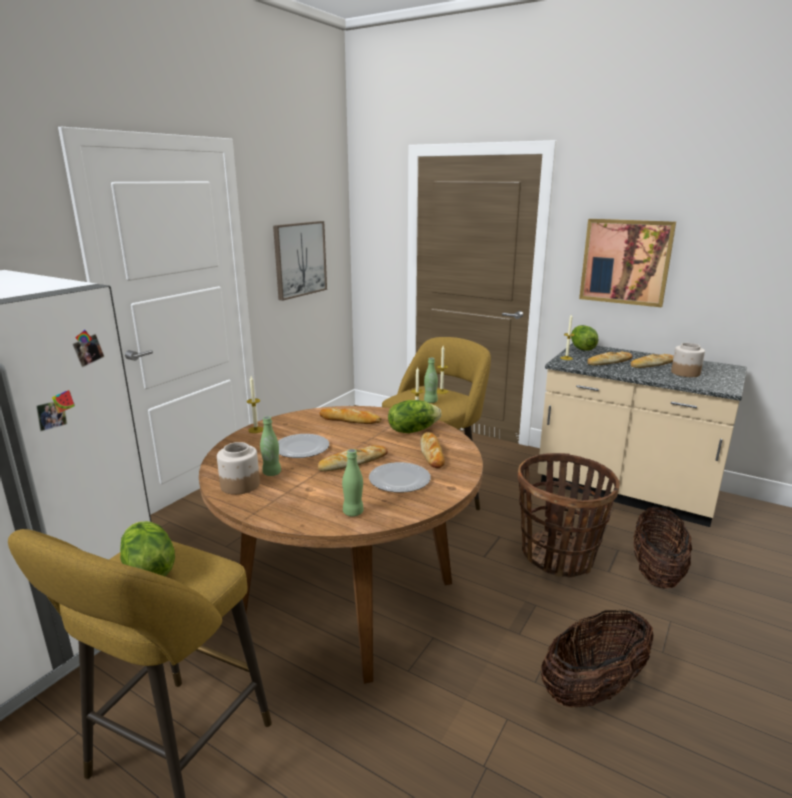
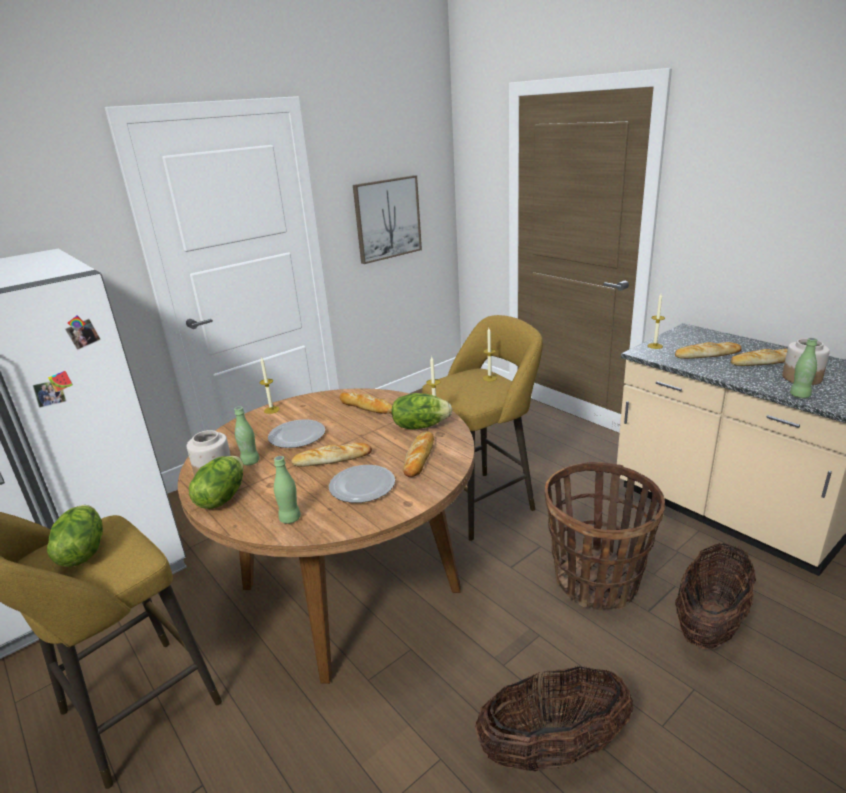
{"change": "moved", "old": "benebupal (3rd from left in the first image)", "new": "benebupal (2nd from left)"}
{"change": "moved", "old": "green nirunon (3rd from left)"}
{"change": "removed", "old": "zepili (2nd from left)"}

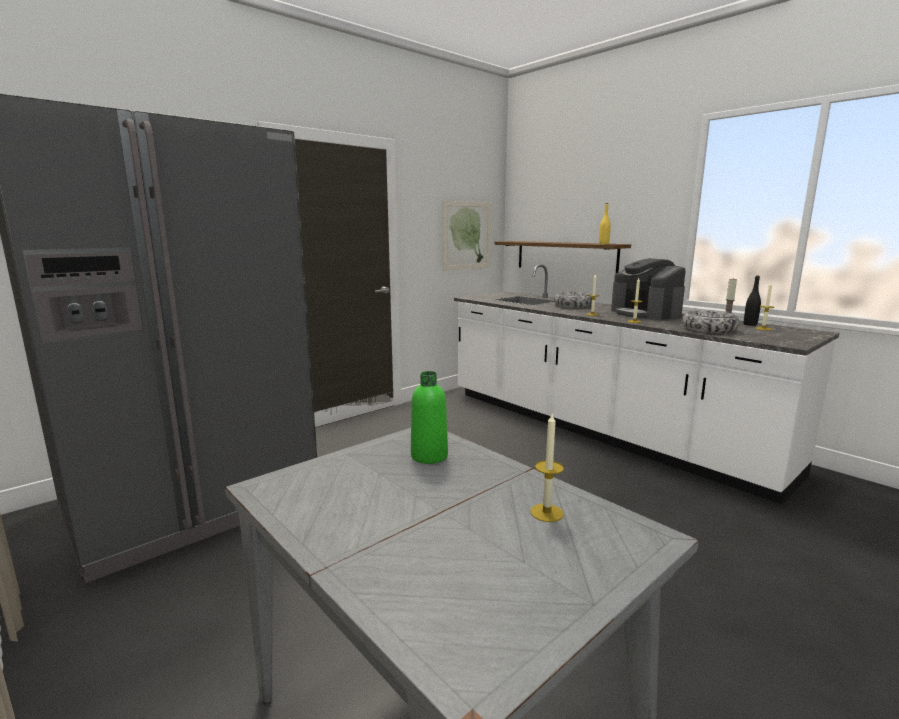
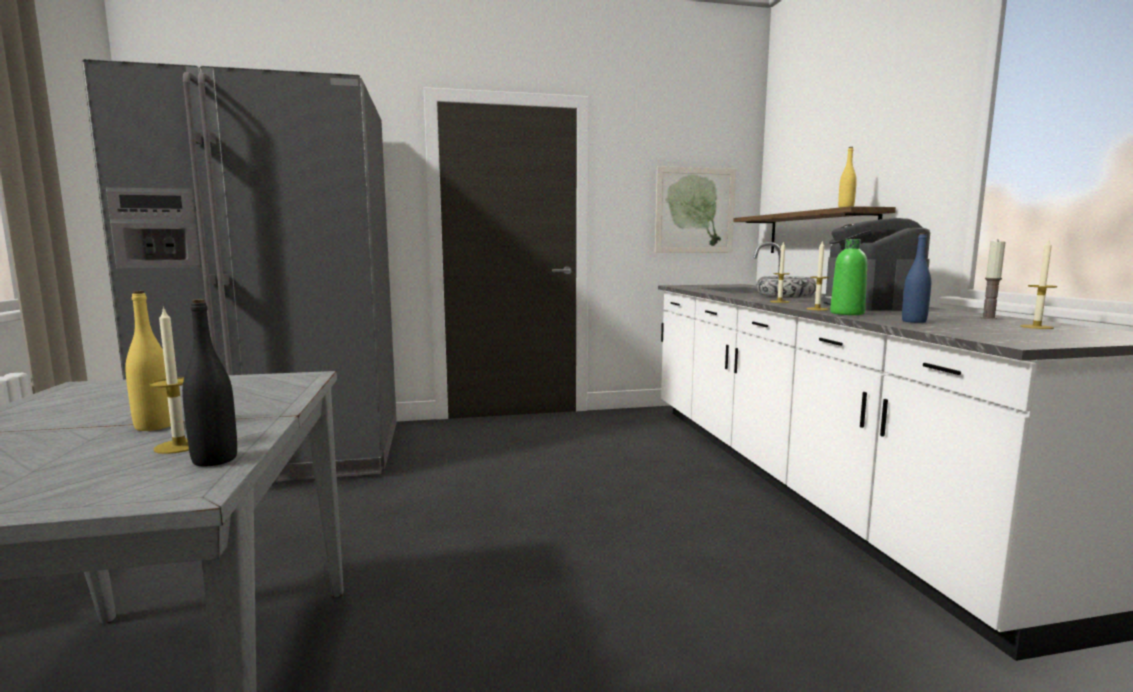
{"change": "added", "new": "yellow nirunon (1st from left)"}
{"change": "moved", "old": "black nirunon"}
{"change": "moved", "old": "green nirunon"}
{"change": "replaced", "old": "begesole (2nd from left)", "new": "blue nirunon"}

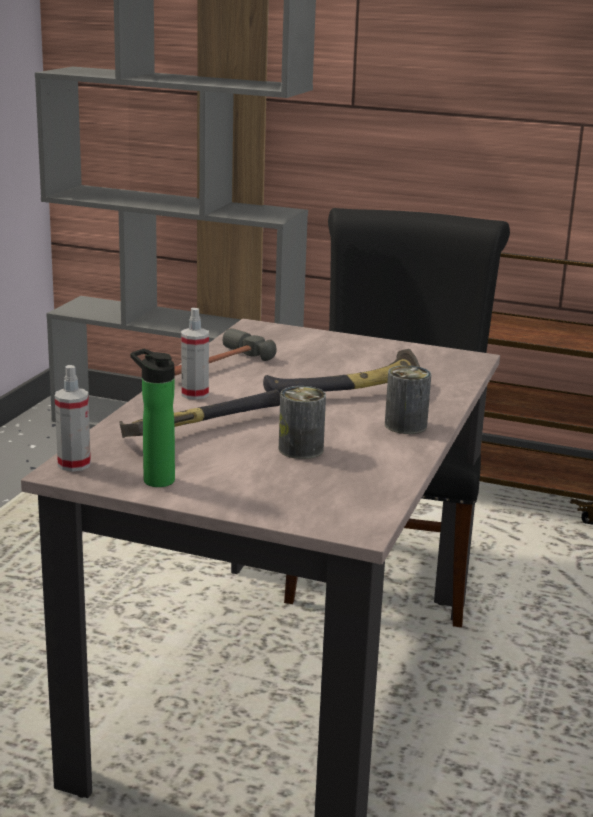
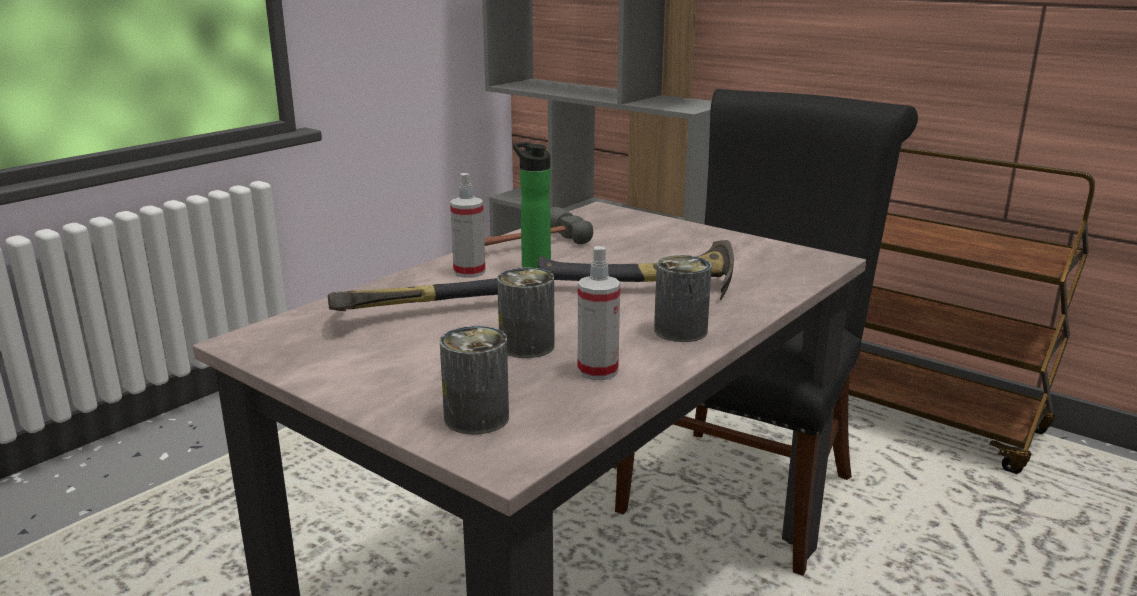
{"change": "added", "new": "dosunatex (1st from left)"}
{"change": "moved", "old": "nirunon"}
{"change": "moved", "old": "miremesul (1st from left in the first image)", "new": "miremesul (2nd from left)"}

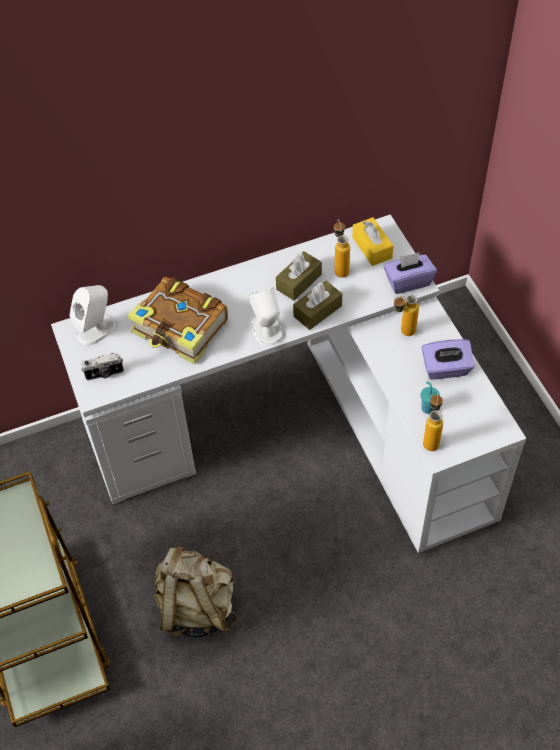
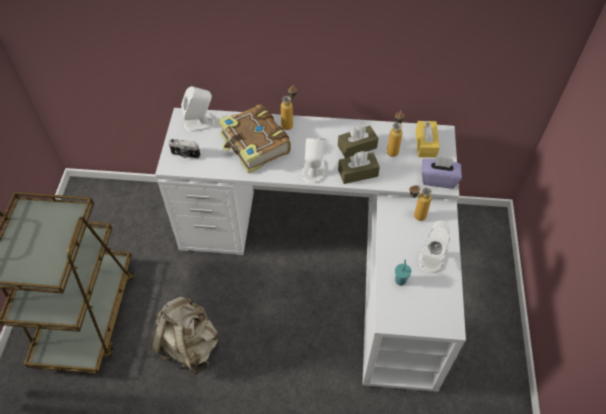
{"change": "moved", "old": "nirunon (3rd from left in the first image)", "new": "nirunon (1st from left)"}
{"change": "replaced", "old": "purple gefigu (2nd from left)", "new": "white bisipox (3rd from left)"}

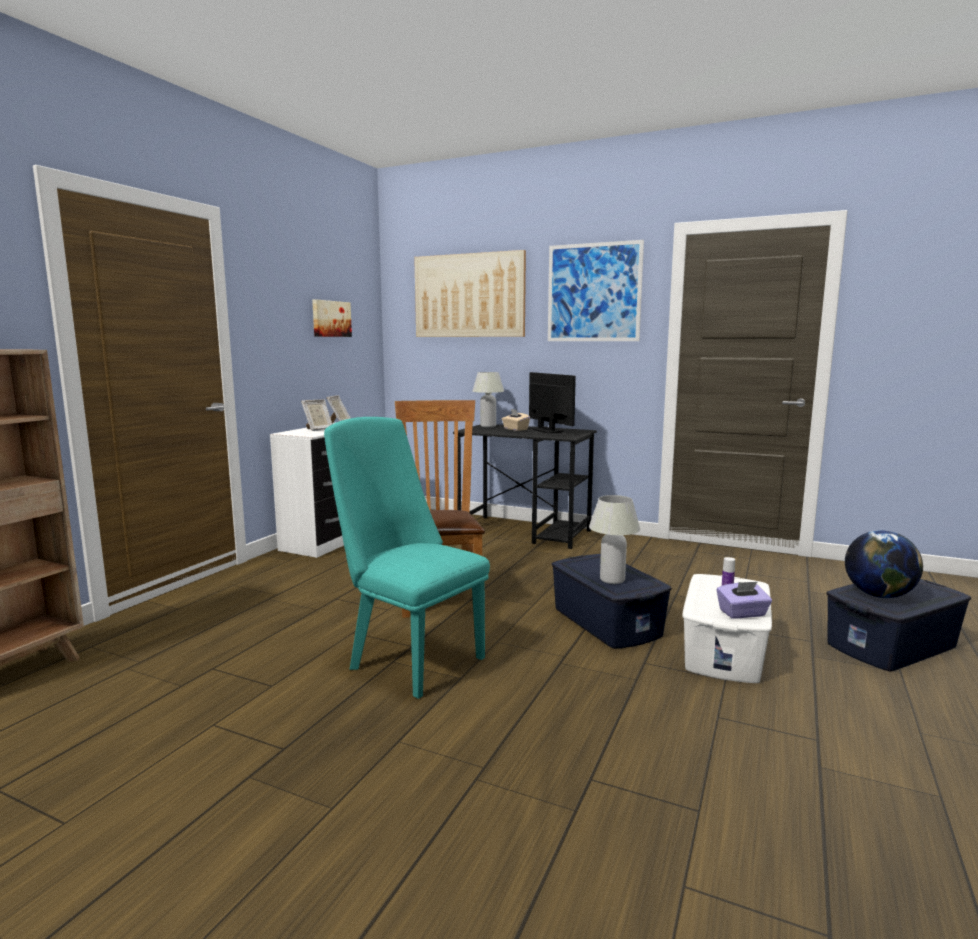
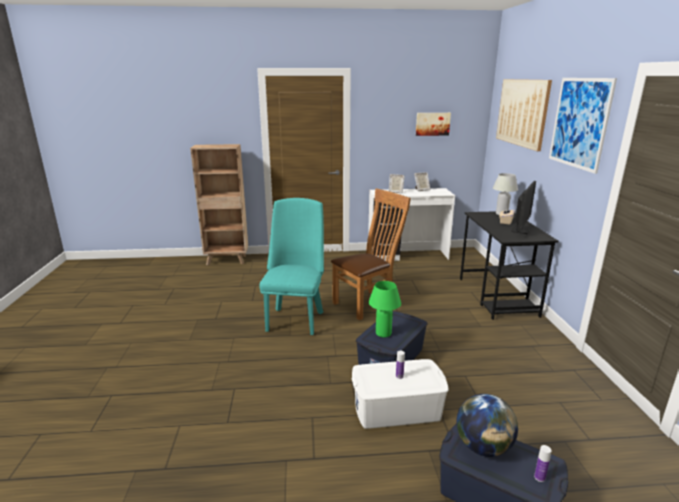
{"change": "recoloured", "old": "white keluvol (2nd from left)", "new": "green keluvol"}
{"change": "added", "new": "nirunon (2nd from left)"}
{"change": "removed", "old": "purple gefigu"}

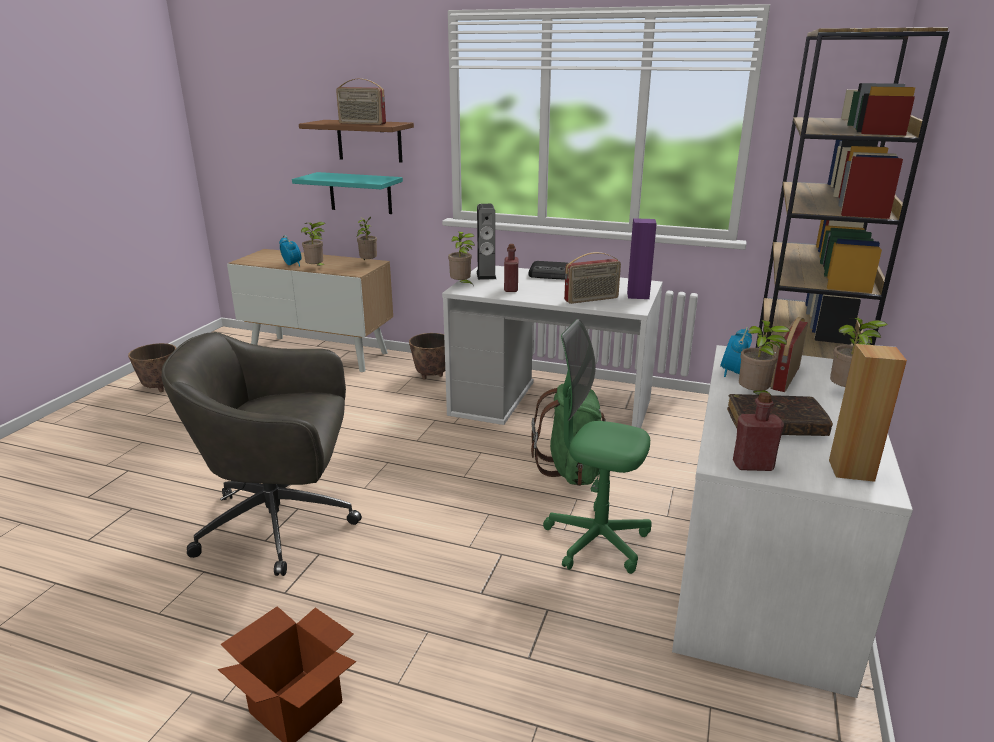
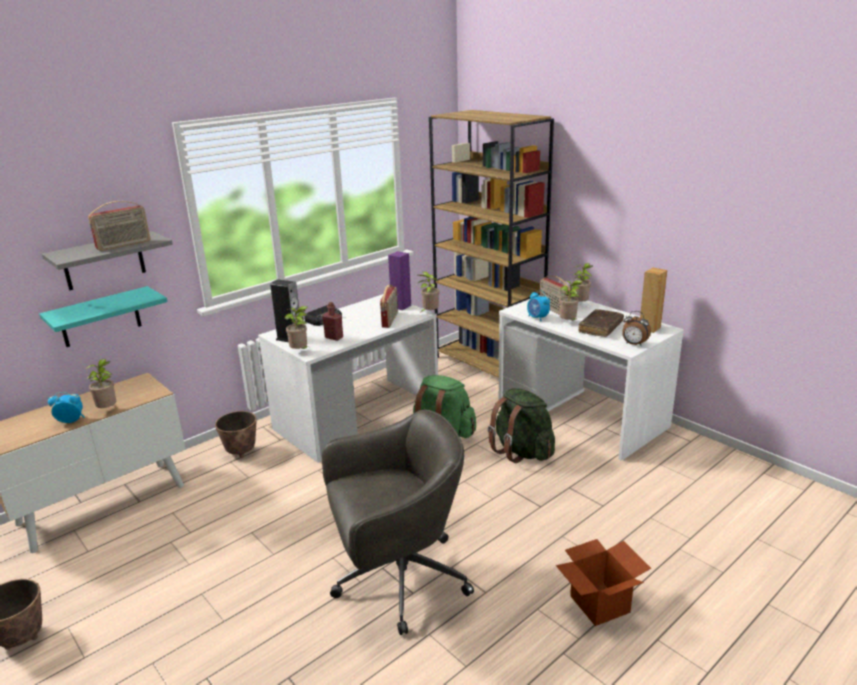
{"change": "recoloured", "old": "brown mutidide", "new": "grey mutidide"}
{"change": "turned", "old": "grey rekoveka", "degrees": -135}
{"change": "moved", "old": "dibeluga (2nd from left in the first image)", "new": "dibeluga (3rd from left)"}
{"change": "replaced", "old": "green rekoveka", "new": "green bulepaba (2nd from left)"}
{"change": "replaced", "old": "red nirunon (2nd from left)", "new": "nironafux (3rd from left)"}

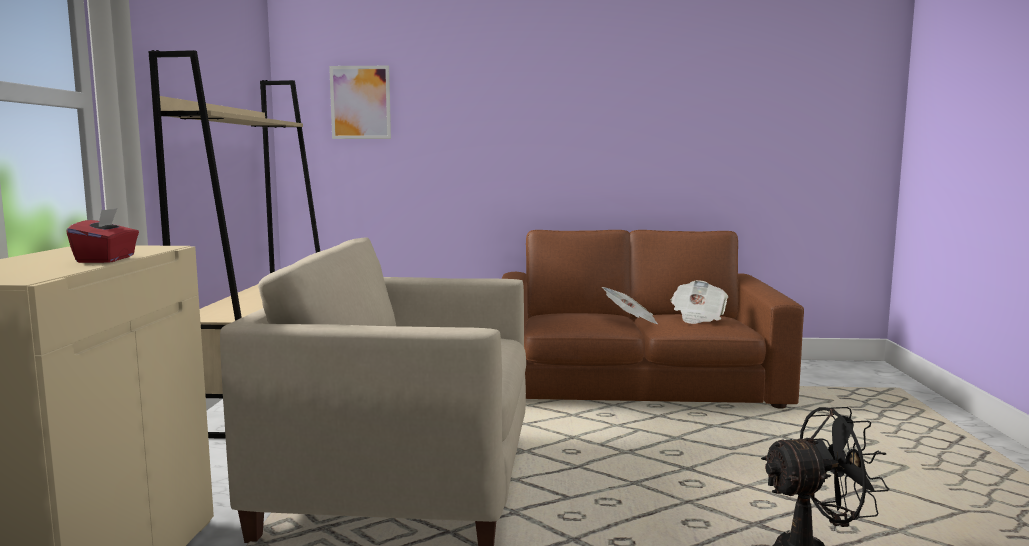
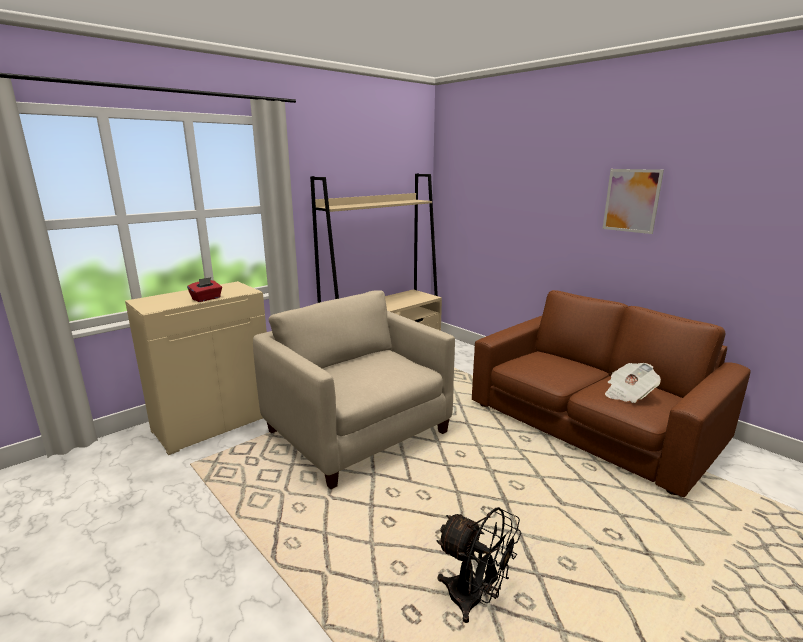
{"change": "moved", "old": "zepili"}
{"change": "removed", "old": "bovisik (1st from left)"}

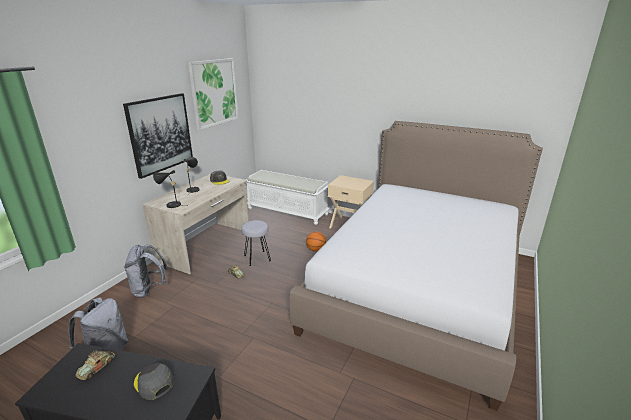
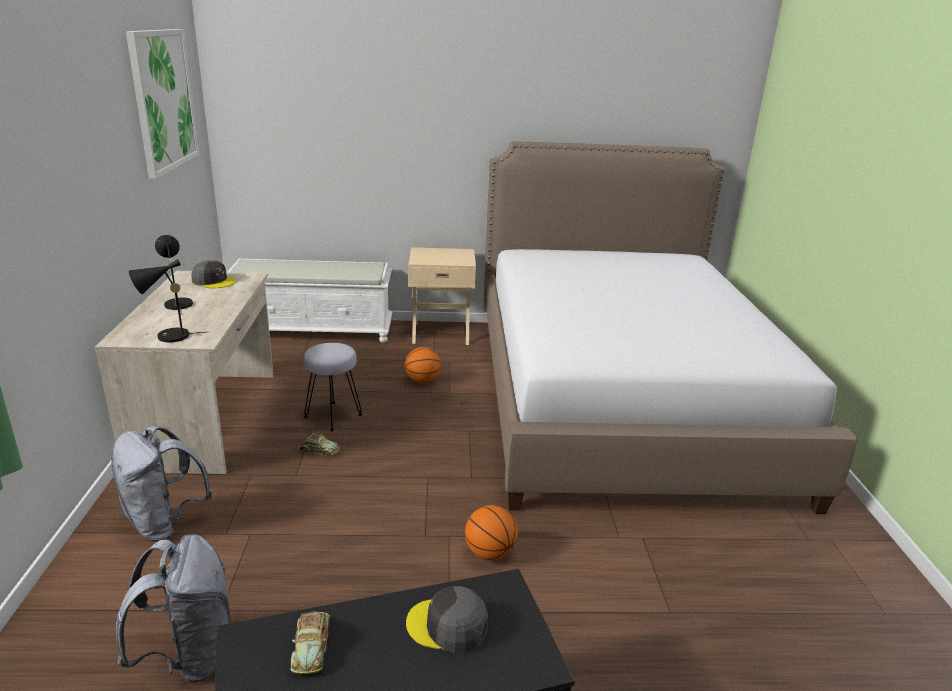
{"change": "added", "new": "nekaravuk (2nd from left)"}
{"change": "removed", "old": "zepili (1st from left)"}

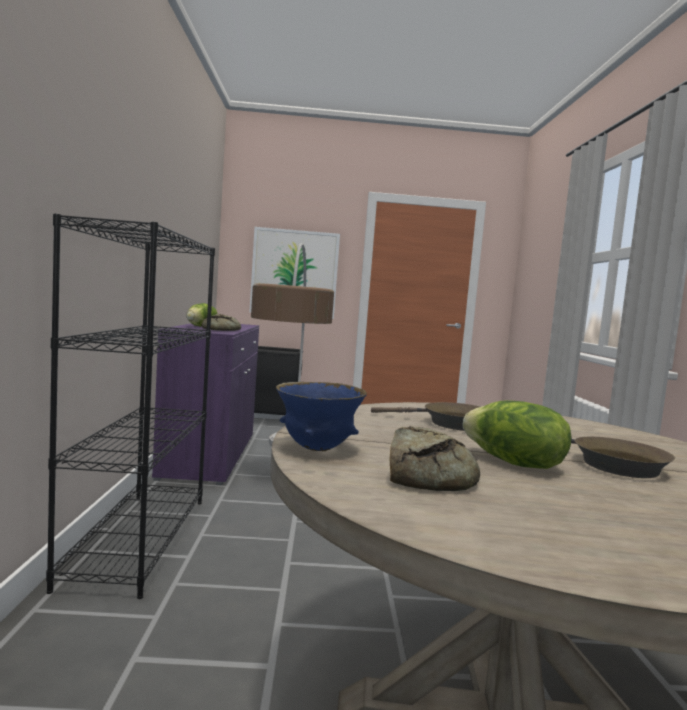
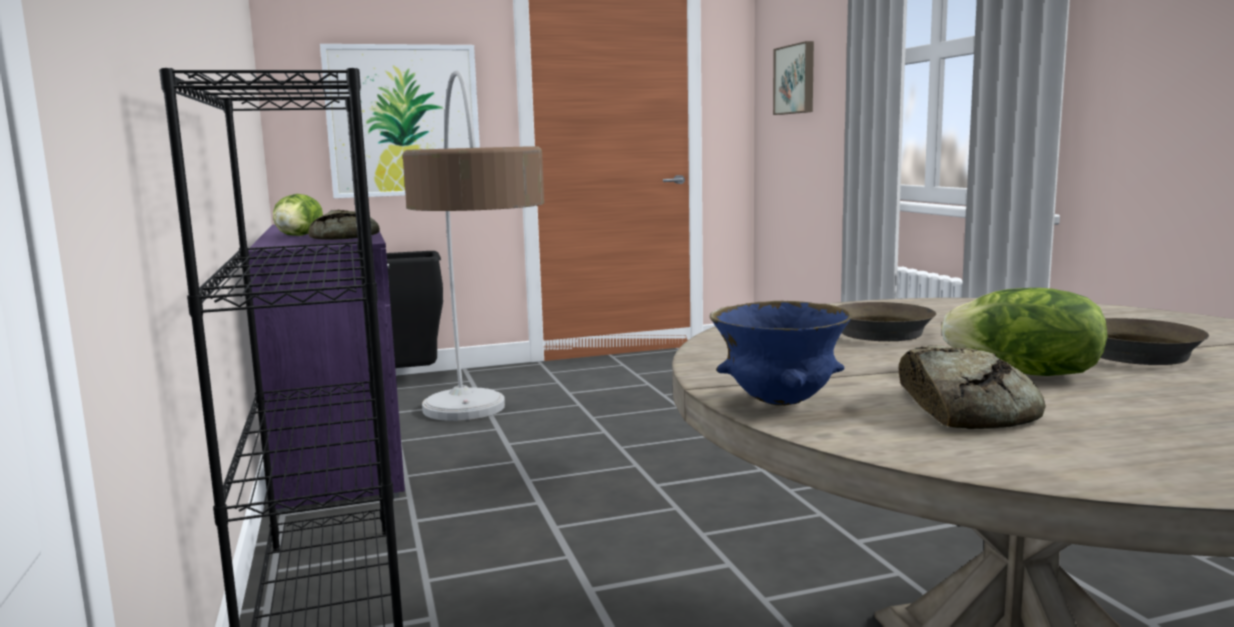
{"change": "added", "new": "zepili (2nd from left)"}

